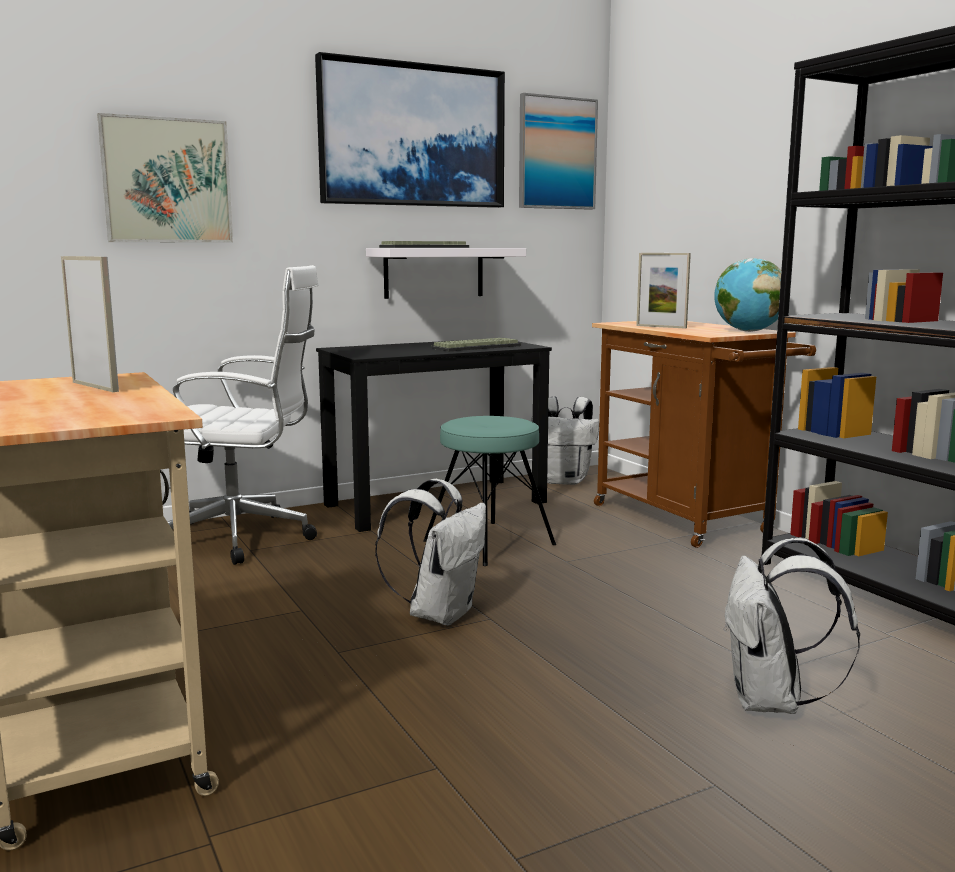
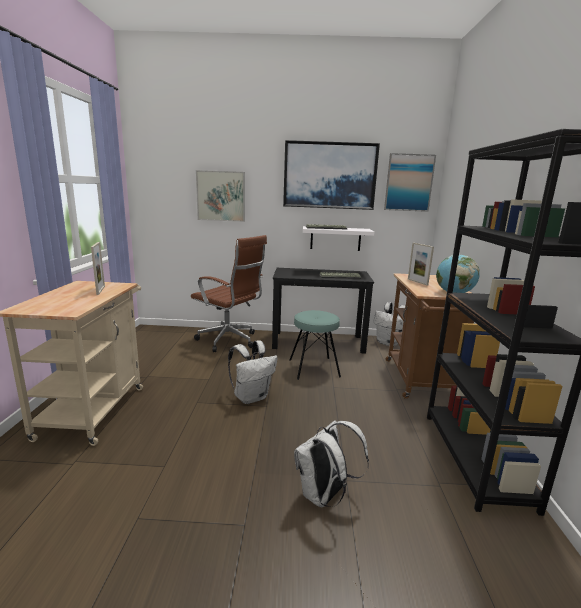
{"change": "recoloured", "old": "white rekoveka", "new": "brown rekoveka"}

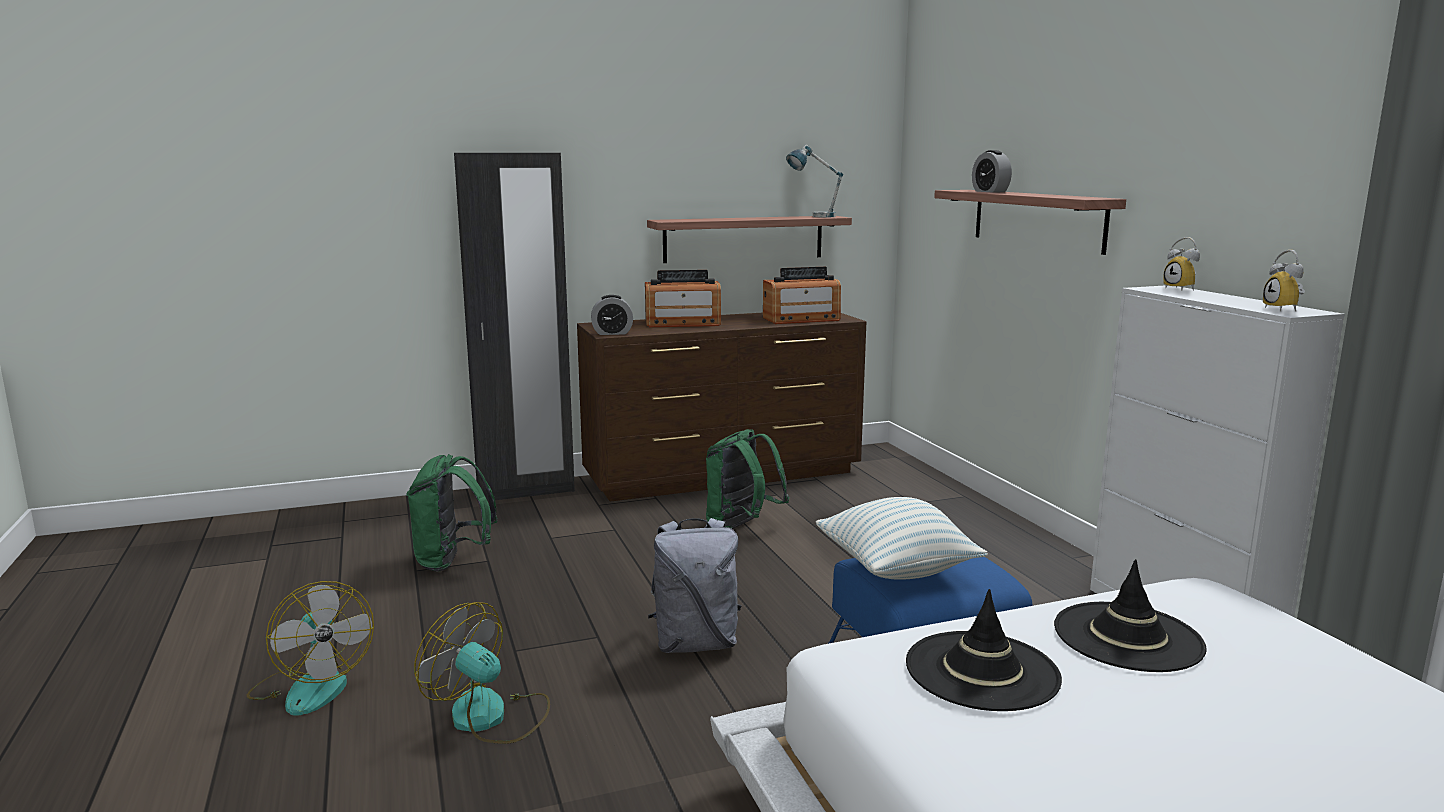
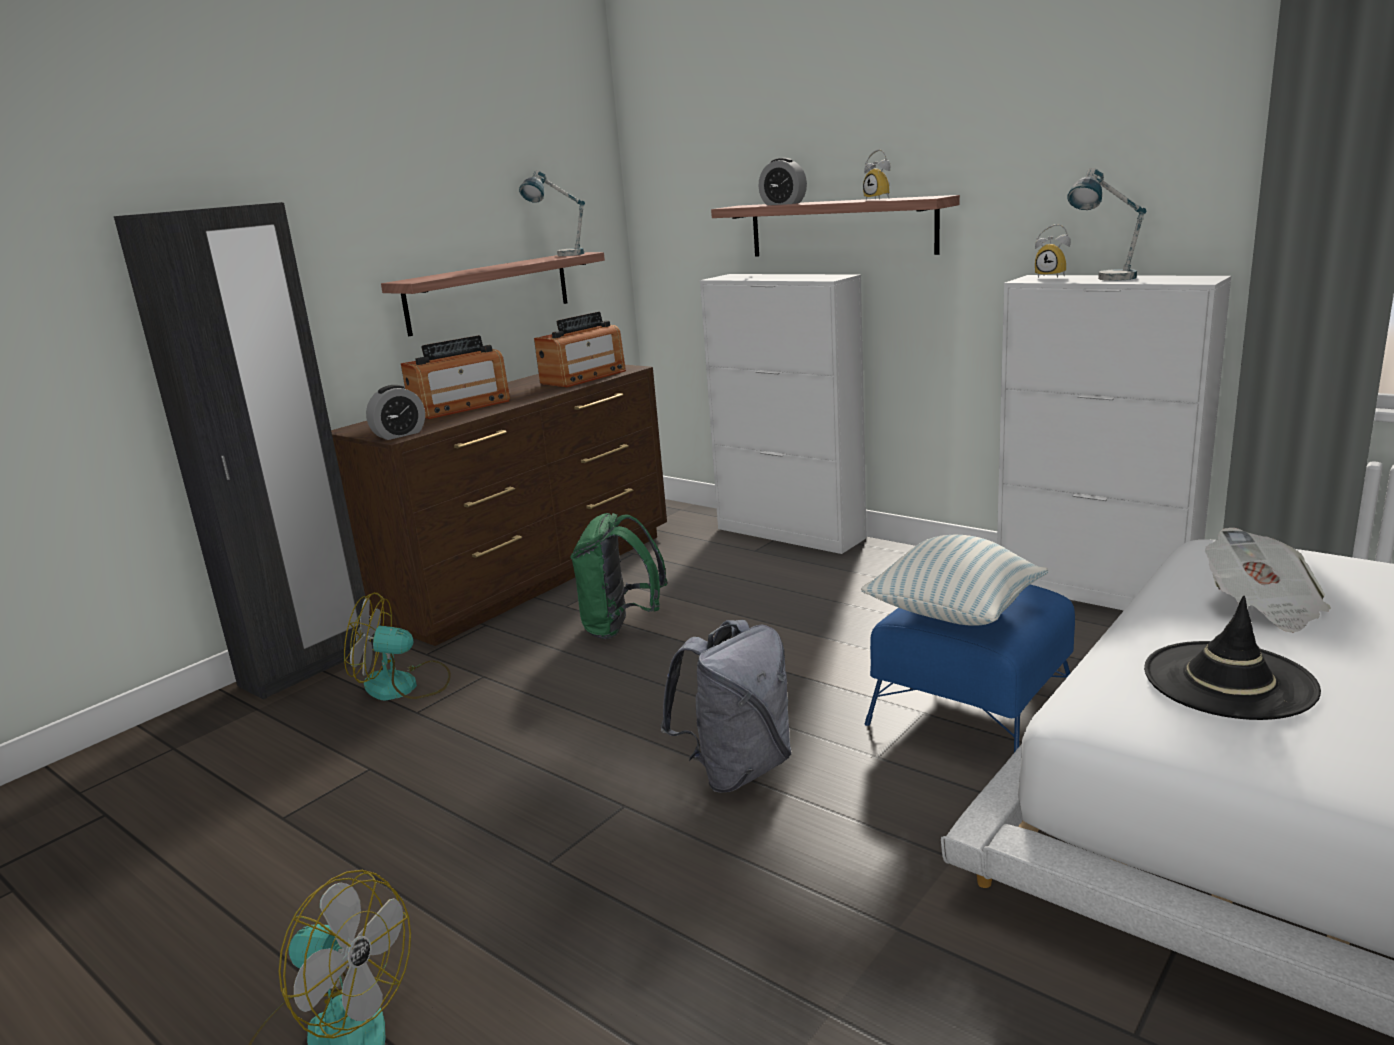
{"change": "moved", "old": "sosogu (2nd from left)"}
{"change": "added", "new": "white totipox (1st from left)"}
{"change": "moved", "old": "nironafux (4th from left in the first image)", "new": "nironafux (3rd from left)"}
{"change": "added", "new": "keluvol (2nd from left)"}
{"change": "replaced", "old": "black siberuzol (2nd from left)", "new": "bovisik"}
{"change": "removed", "old": "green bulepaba (1st from left)"}

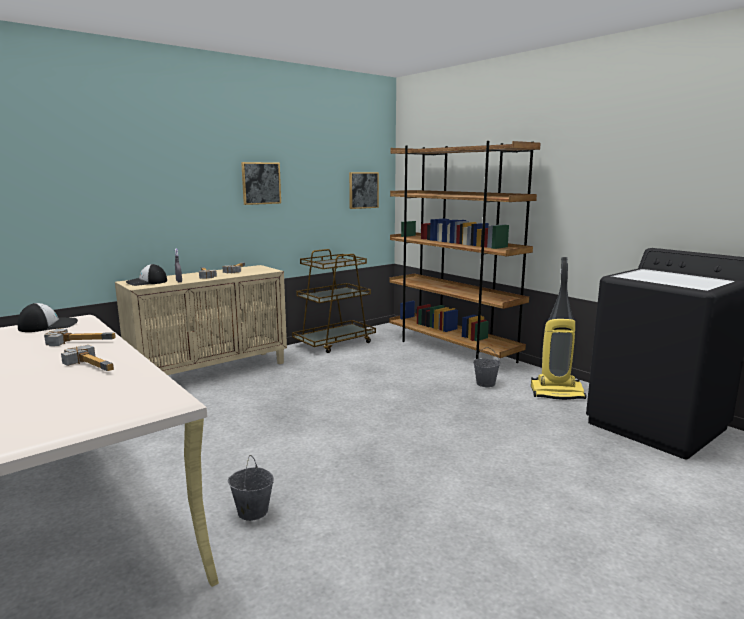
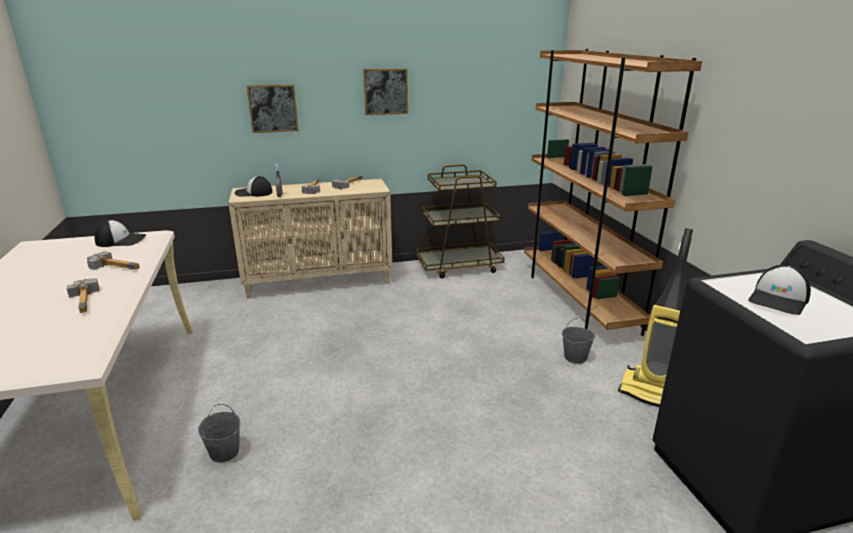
{"change": "moved", "old": "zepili (2nd from left in the first image)", "new": "zepili (1st from left)"}
{"change": "added", "new": "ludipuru (3rd from left)"}

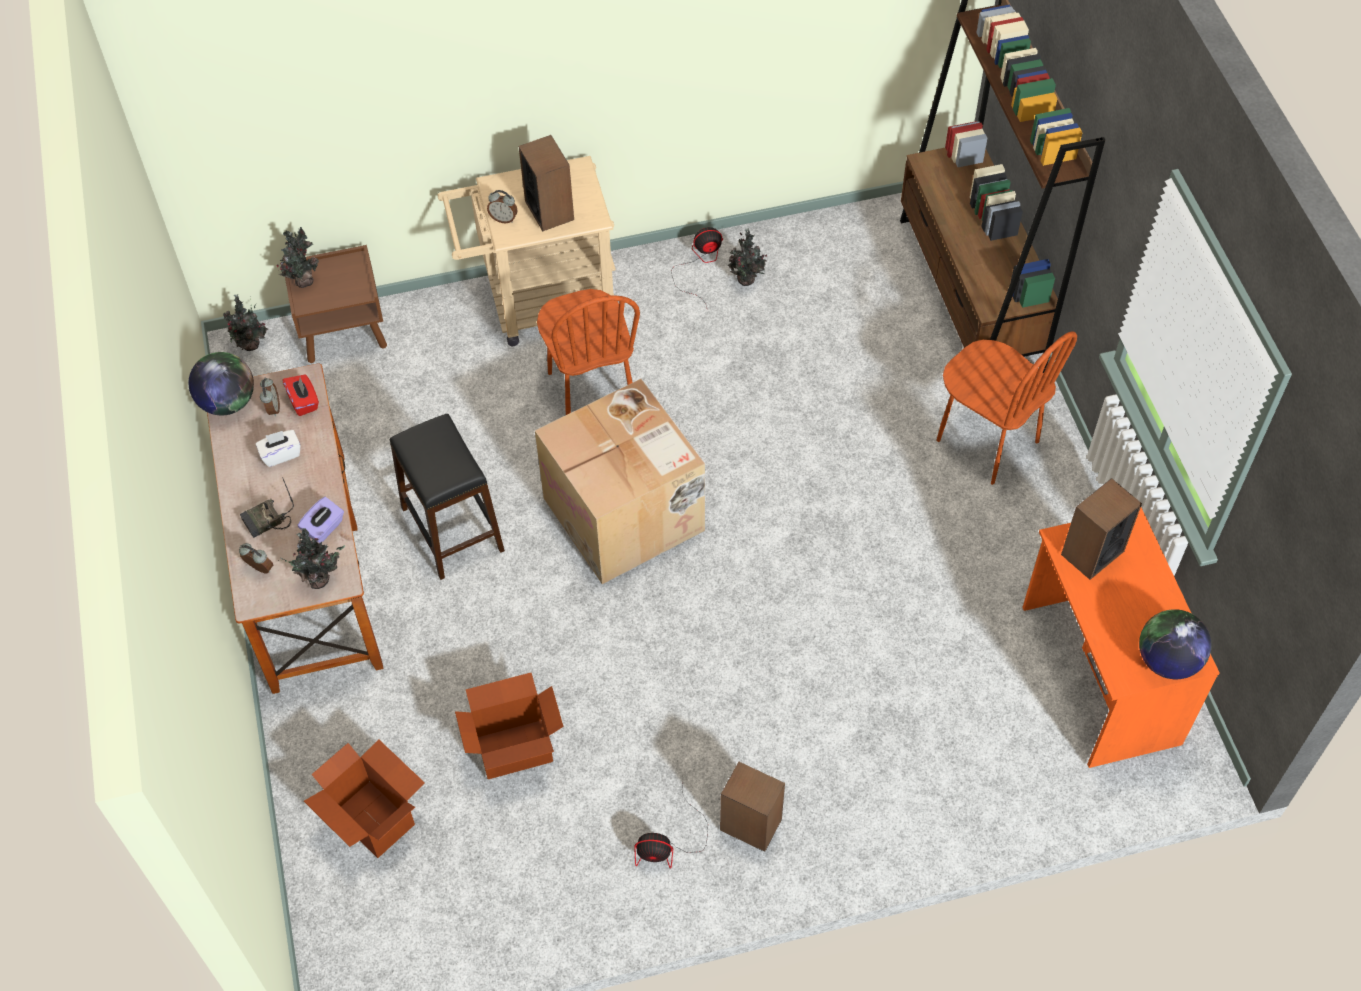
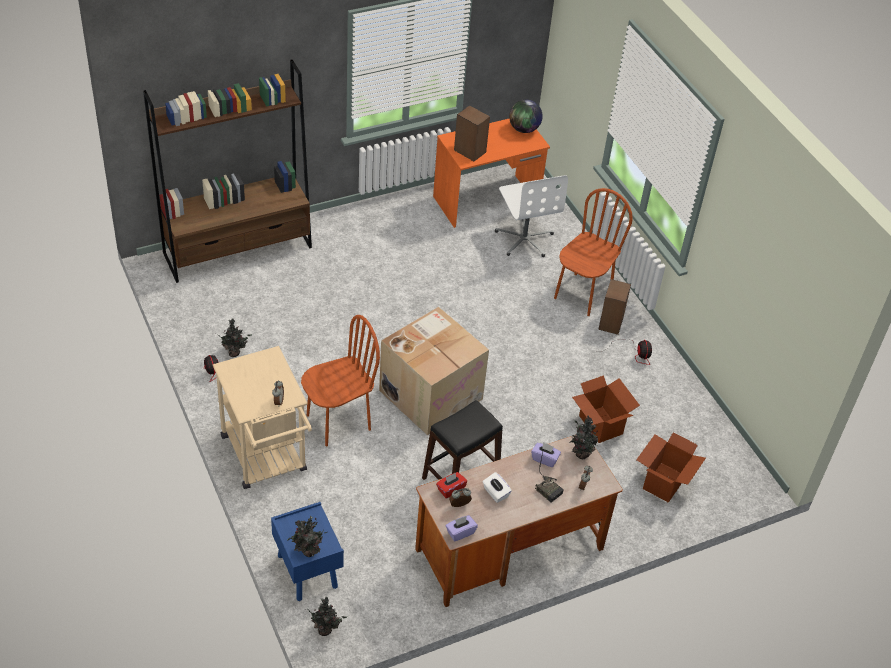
{"change": "recoloured", "old": "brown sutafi", "new": "blue sutafi"}
{"change": "replaced", "old": "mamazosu (1st from left)", "new": "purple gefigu (1st from left)"}
{"change": "added", "new": "white rekoveka"}
{"change": "moved", "old": "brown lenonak (2nd from left)"}
{"change": "removed", "old": "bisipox (1st from left)"}

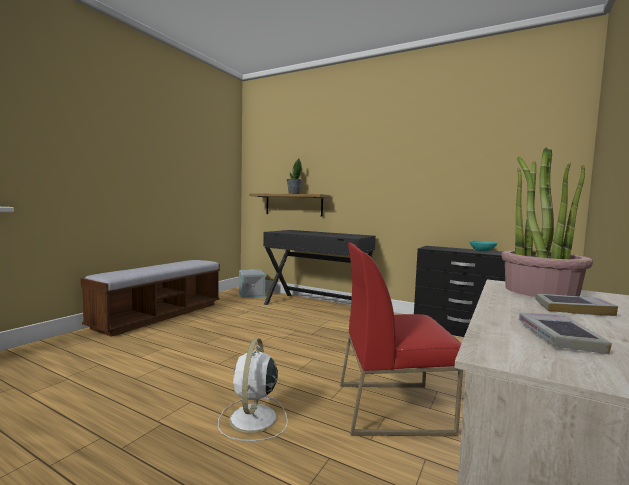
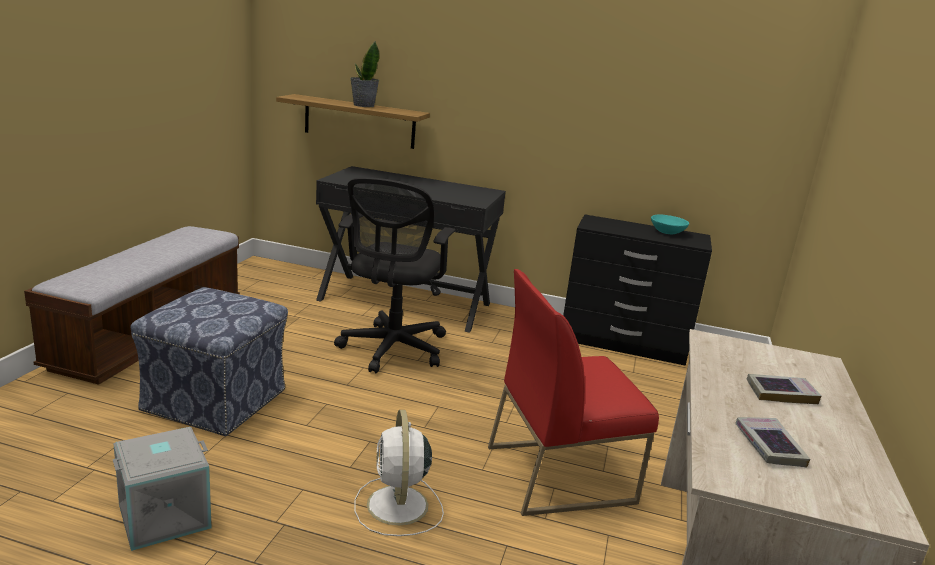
{"change": "moved", "old": "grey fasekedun"}
{"change": "added", "new": "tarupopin"}
{"change": "added", "new": "black rekoveka"}
{"change": "removed", "old": "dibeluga (2nd from left)"}

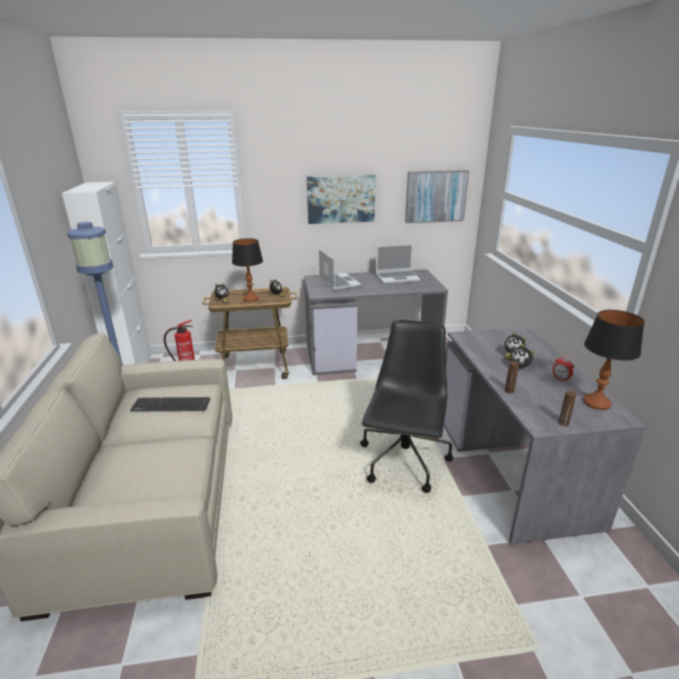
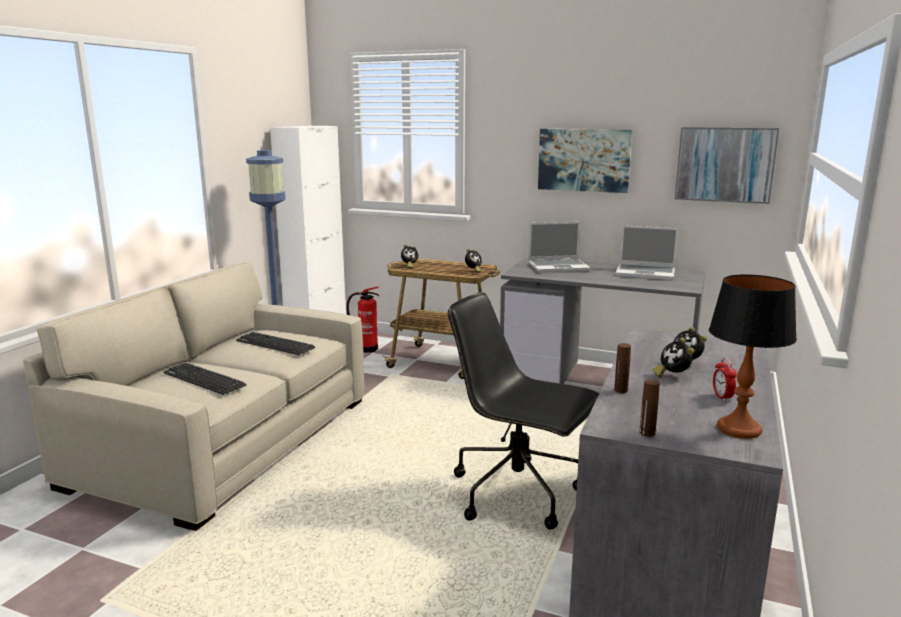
{"change": "added", "new": "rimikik (1st from left)"}
{"change": "turned", "old": "black rekoveka", "degrees": -105}
{"change": "turned", "old": "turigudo (1st from left)", "degrees": 75}
{"change": "removed", "old": "keluvol (1st from left)"}

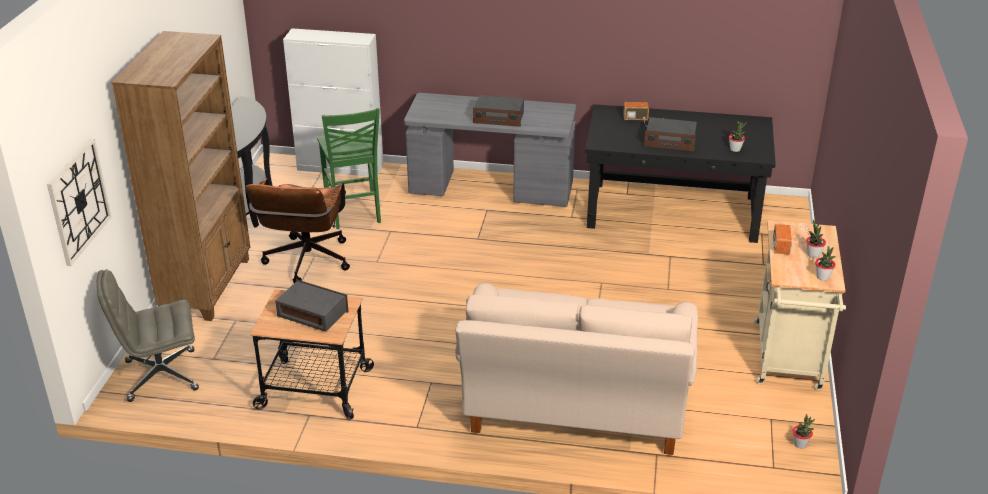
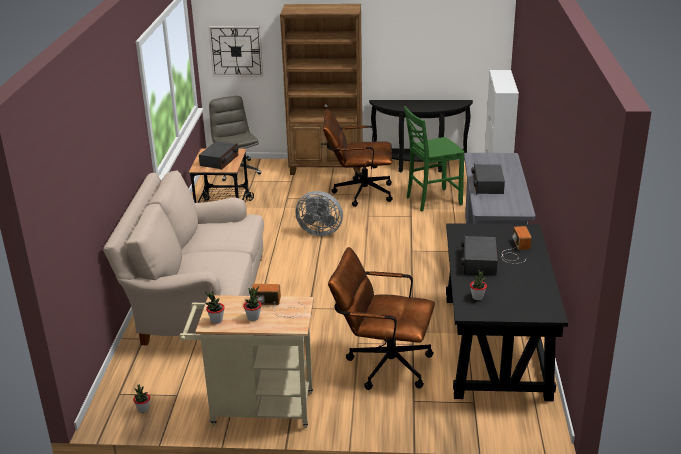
{"change": "added", "new": "grey sosogu"}
{"change": "added", "new": "brown rekoveka (2nd from left)"}

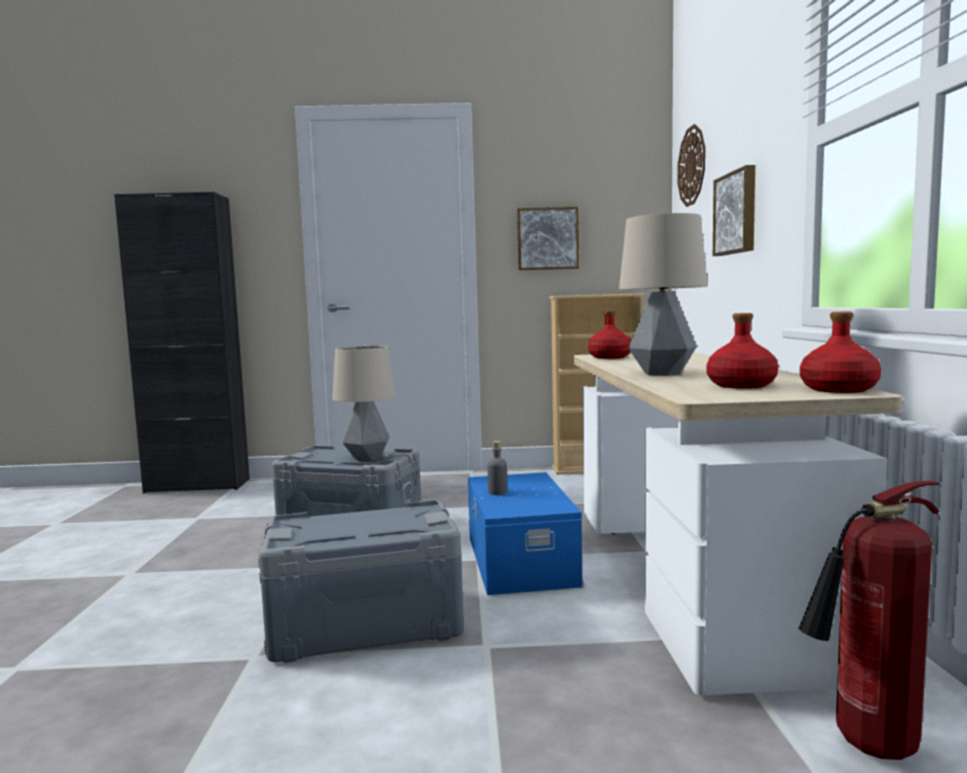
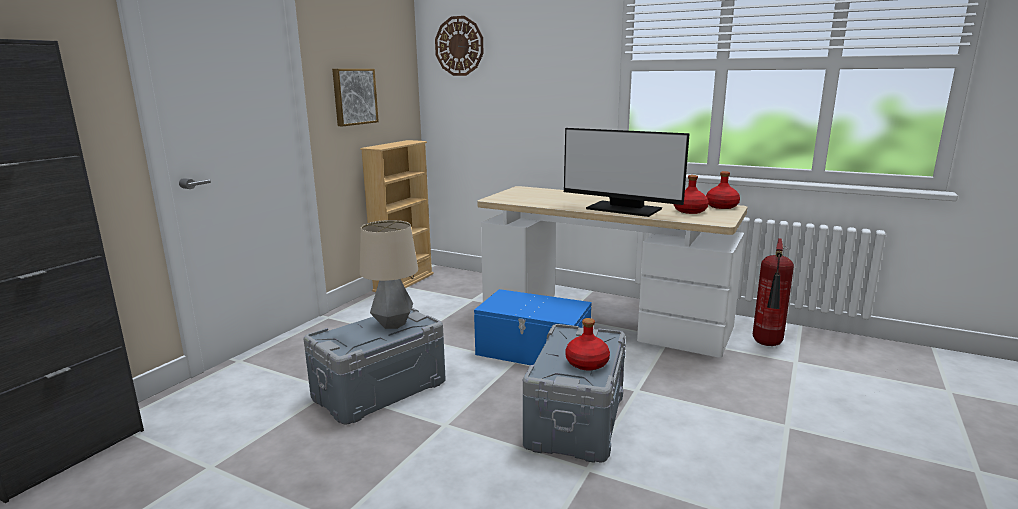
{"change": "replaced", "old": "keluvol (2nd from left)", "new": "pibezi"}
{"change": "moved", "old": "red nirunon (1st from left)"}
{"change": "removed", "old": "grey nirunon"}
{"change": "removed", "old": "zepili (2nd from left)"}

